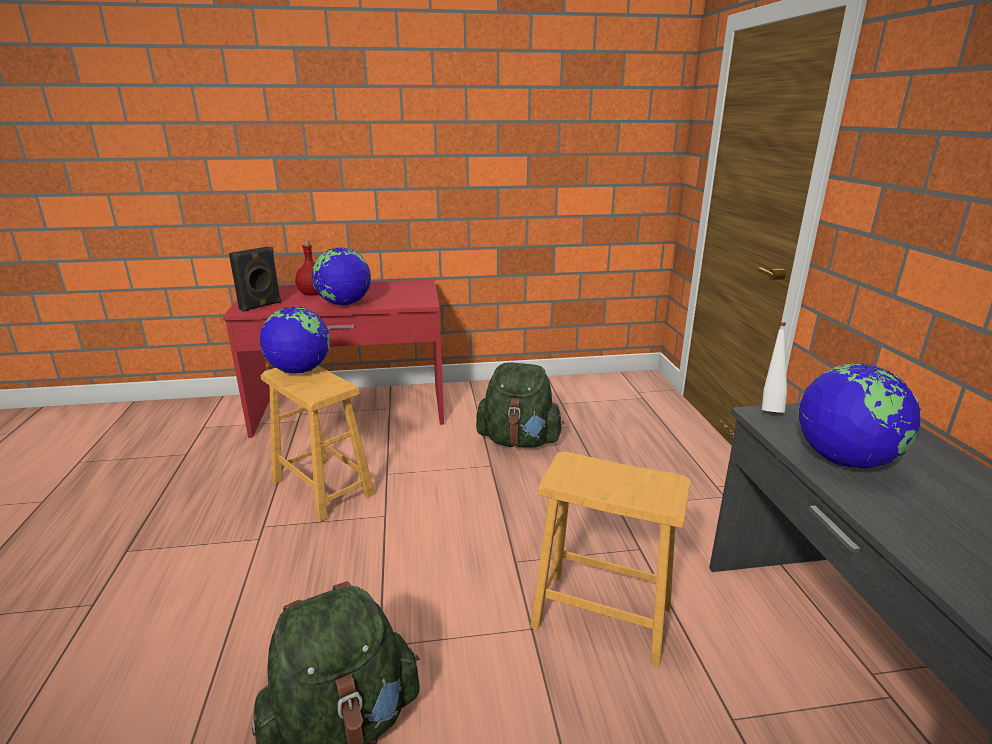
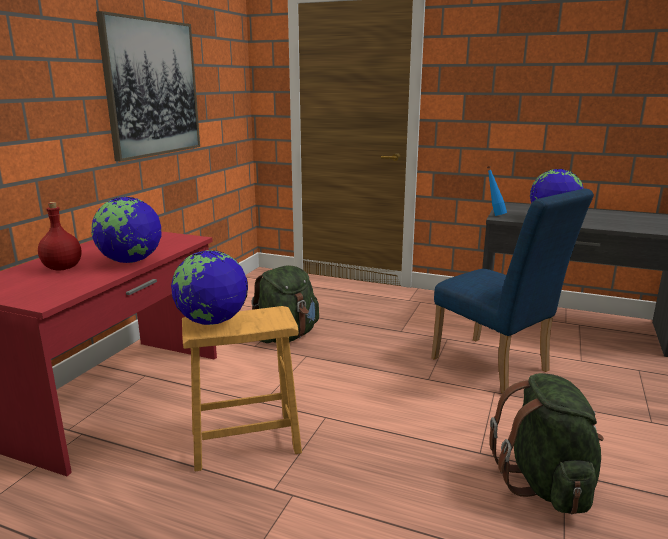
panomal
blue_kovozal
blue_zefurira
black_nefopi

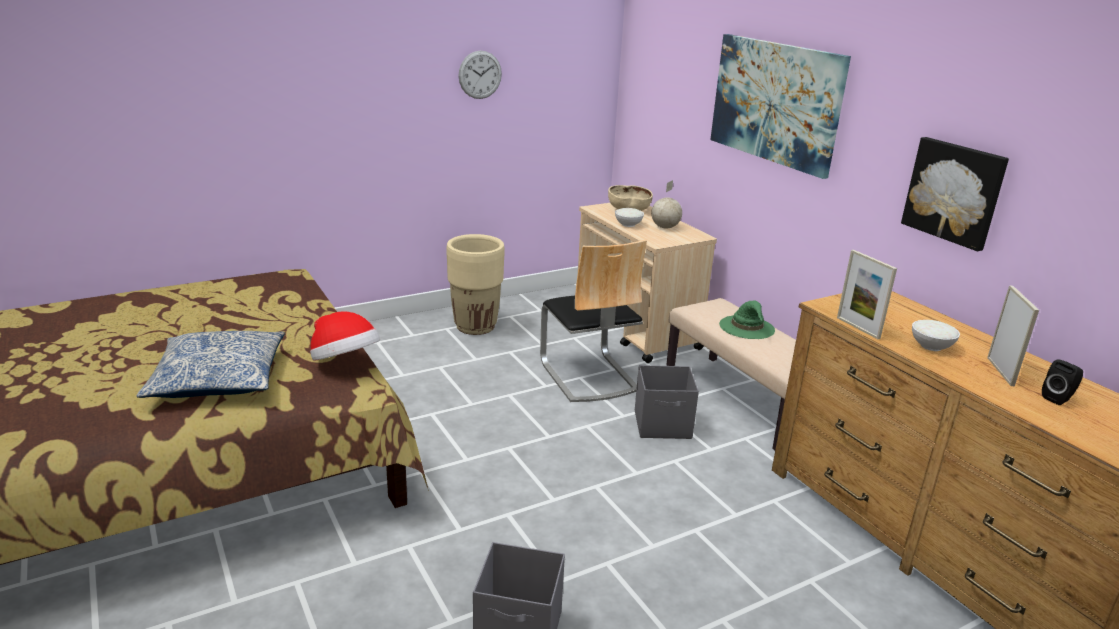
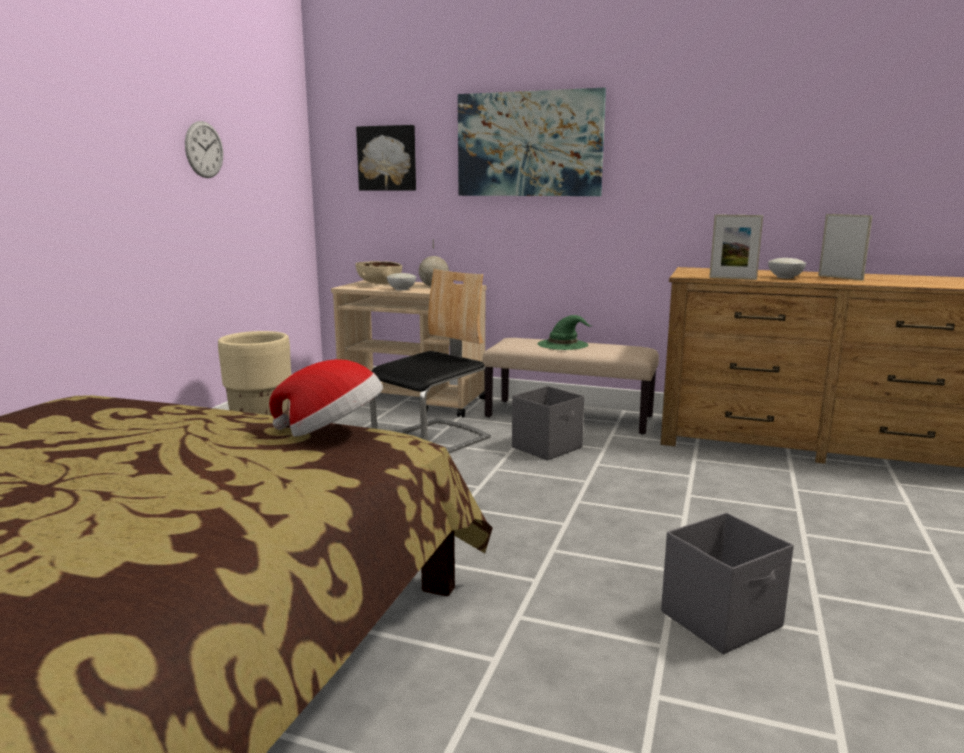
panomal (no. 1 from left)
kovozal
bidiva
black_nefopi

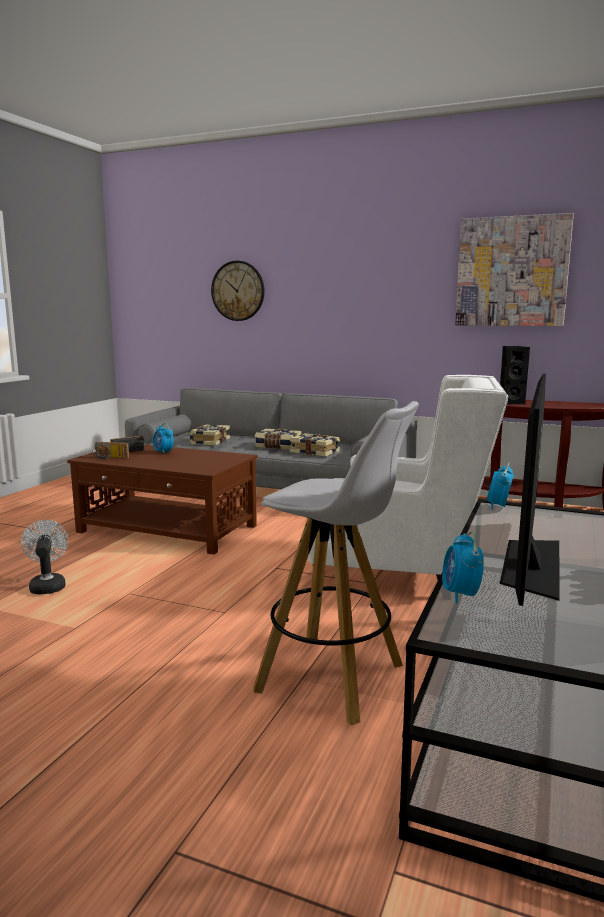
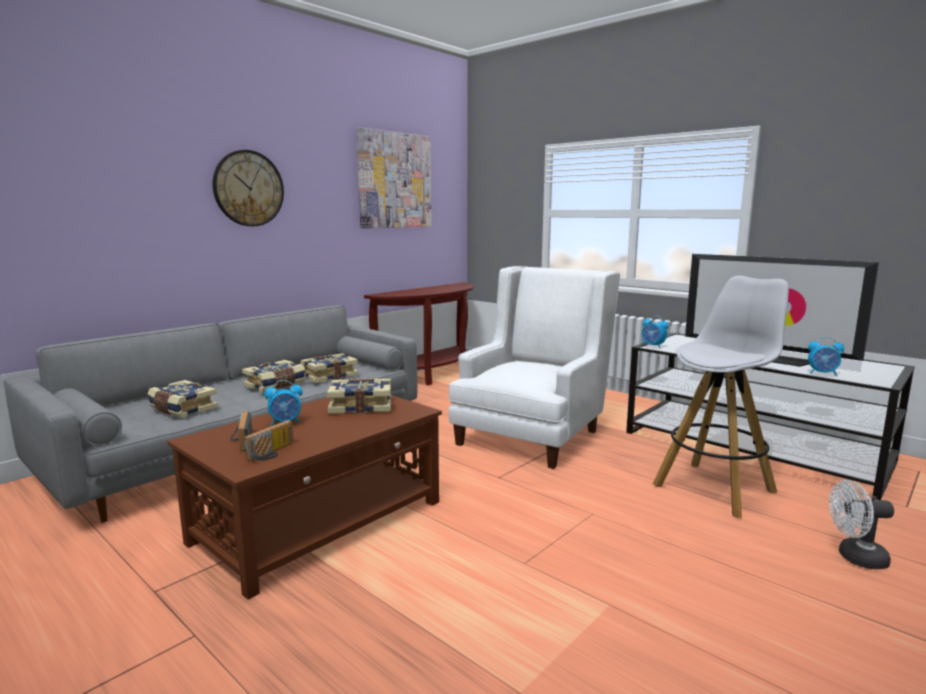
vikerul
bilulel (no. 4 from left)
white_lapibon
black_nefopi

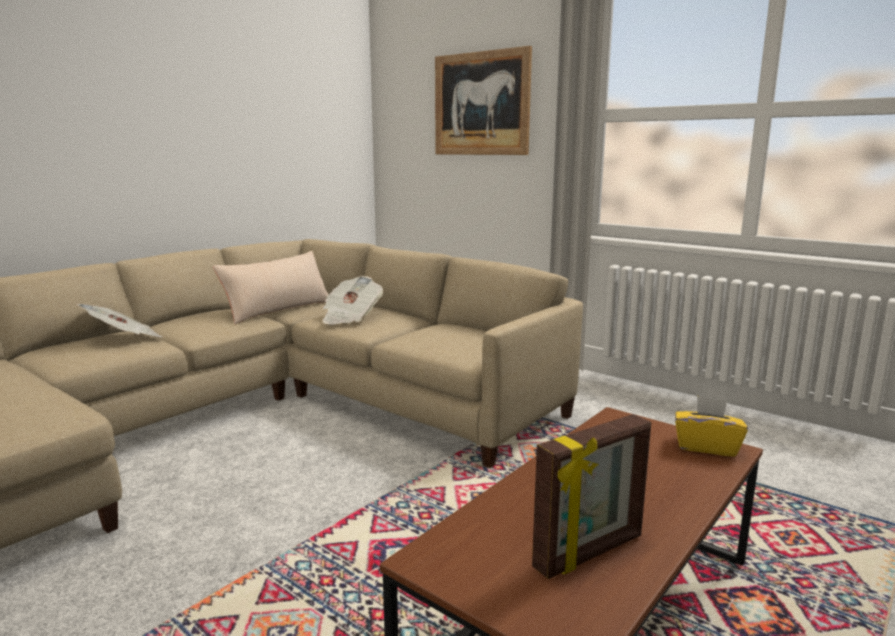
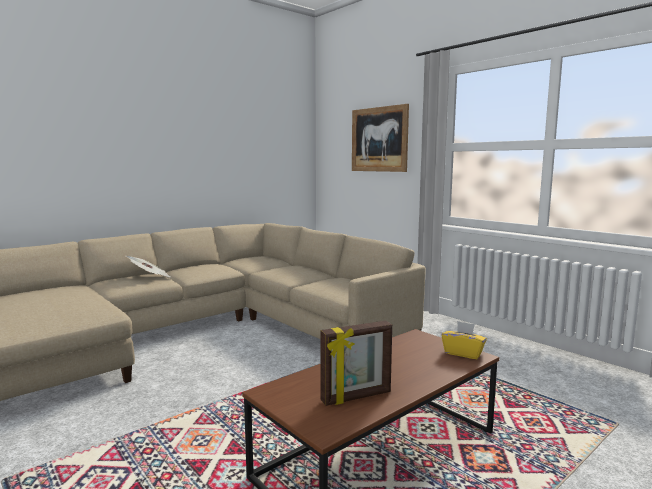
beige_bidiva
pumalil (no. 2 from left in the first image)

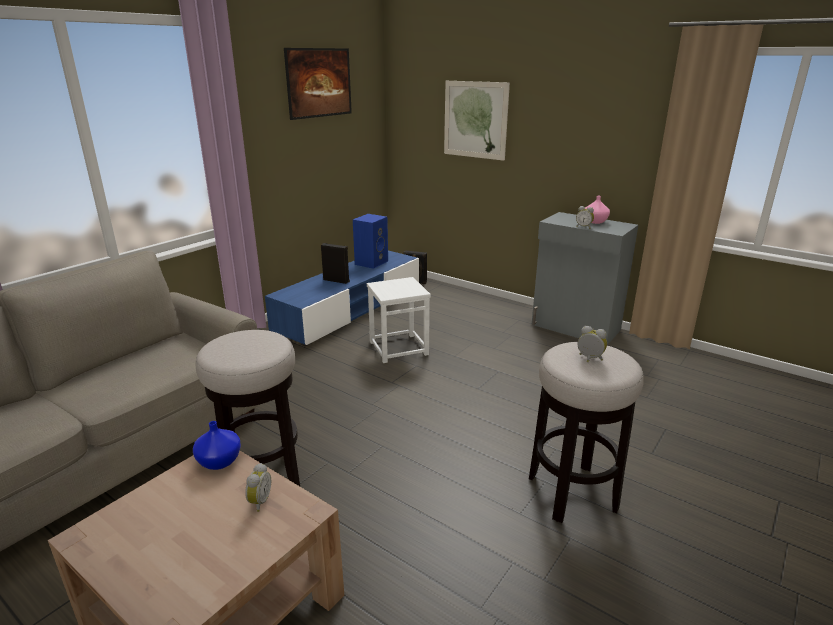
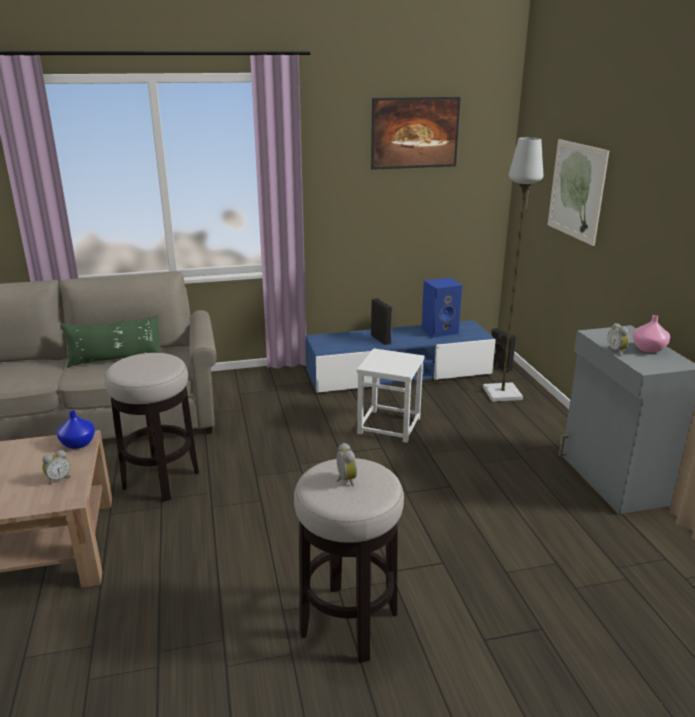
green_bidiva
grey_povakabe

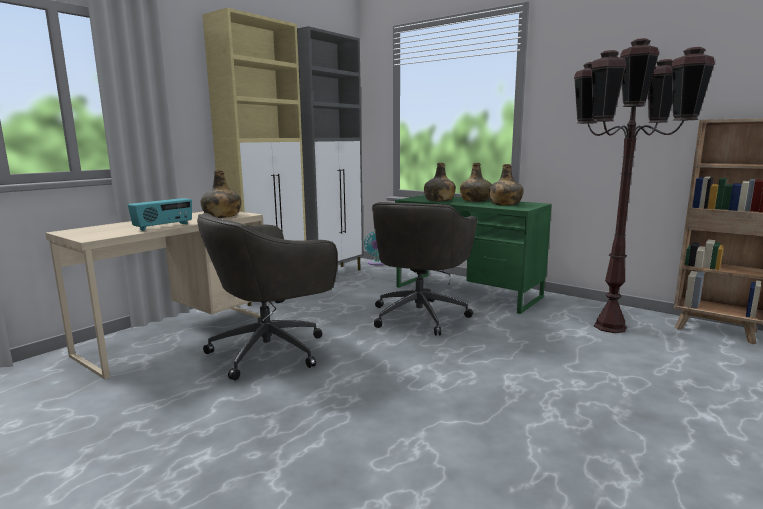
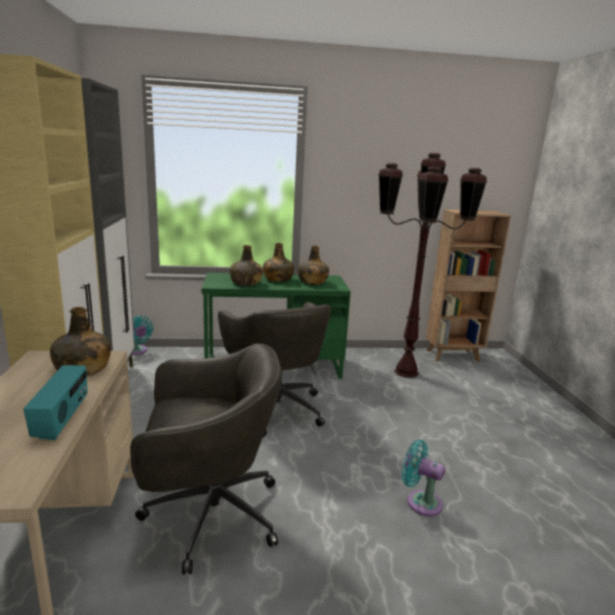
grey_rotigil (no. 1 from left)
turquoise_lapibon (no. 2 from left)

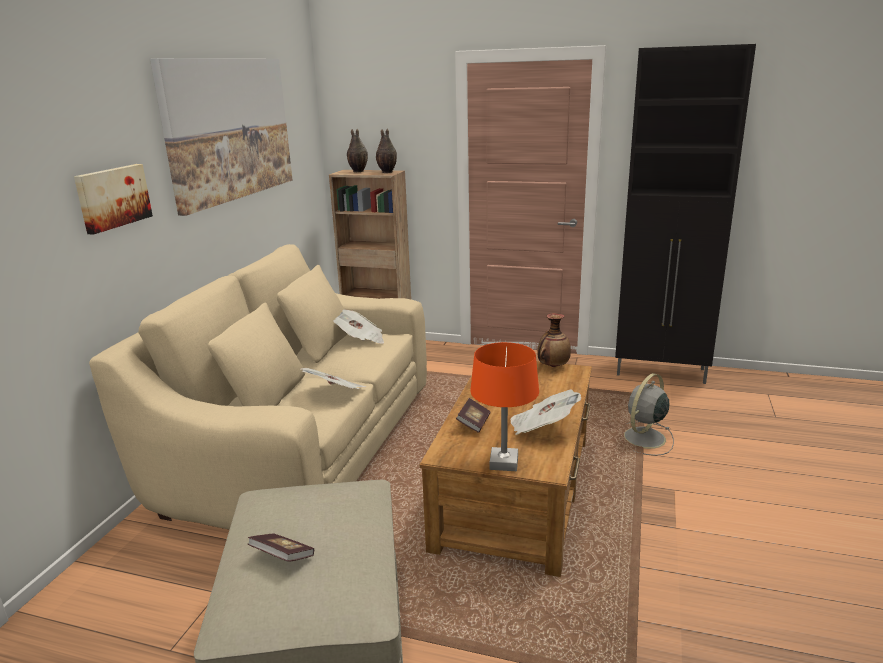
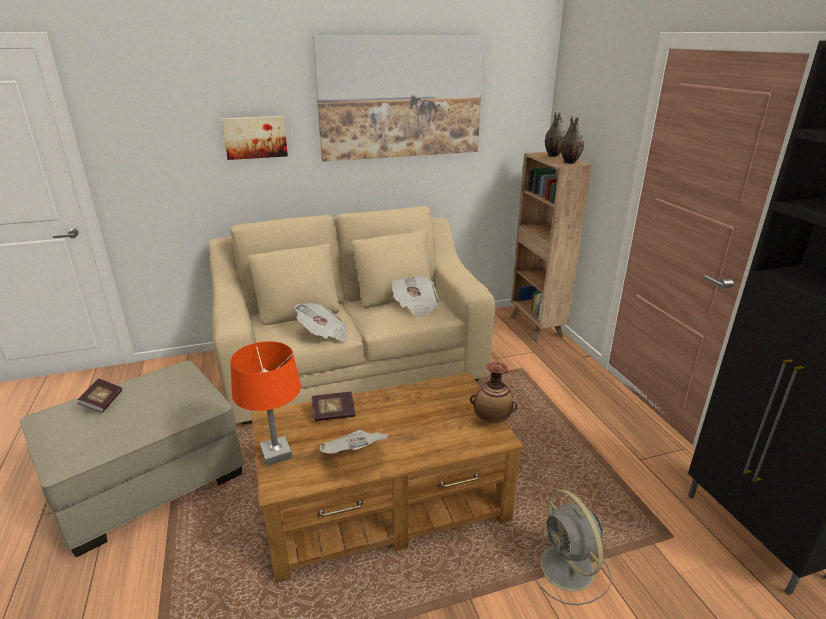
grey_lapibon

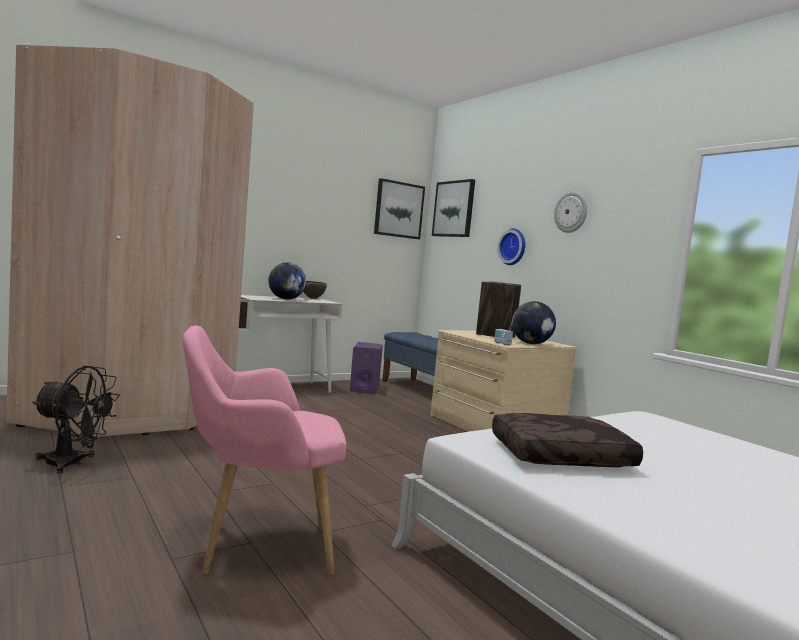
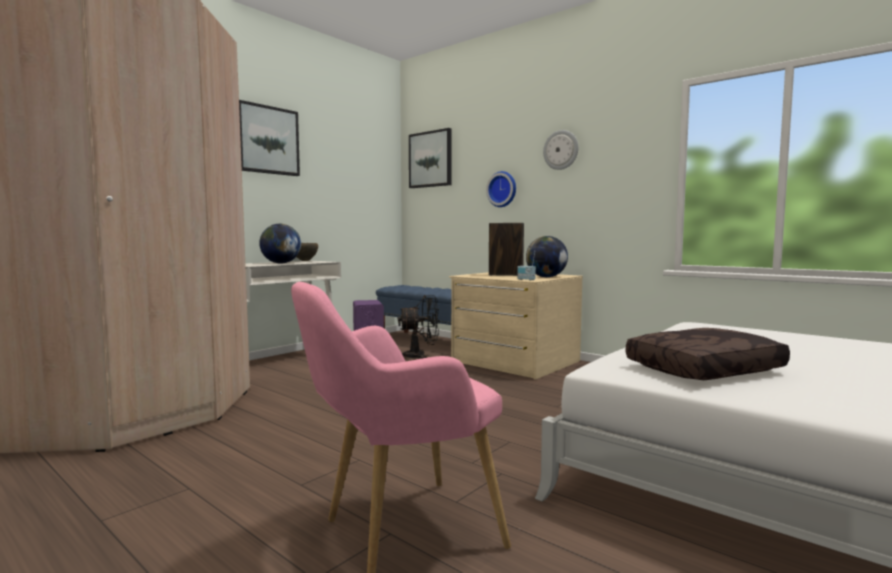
panomal (no. 1 from left)
black_lapibon

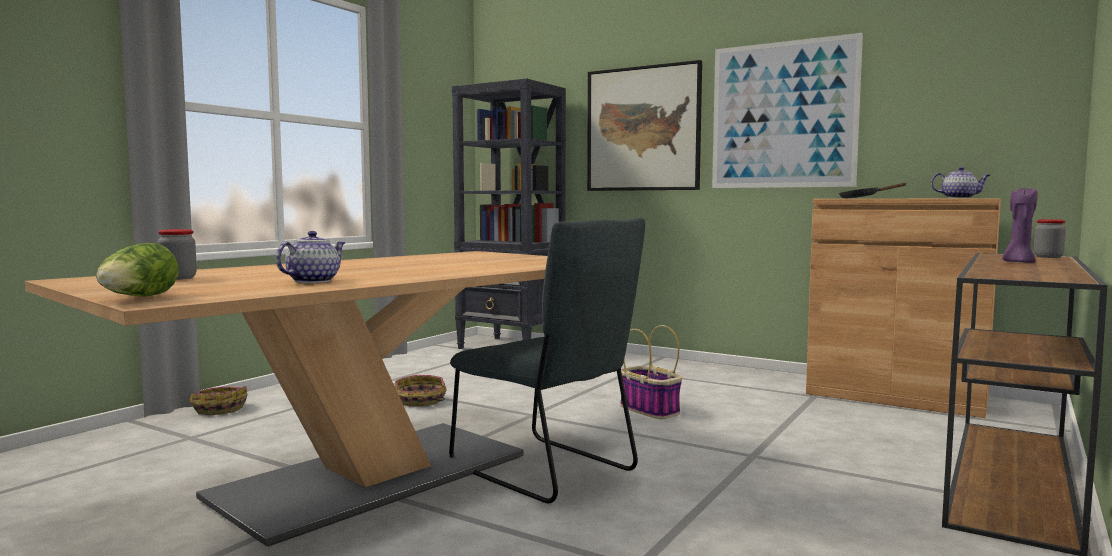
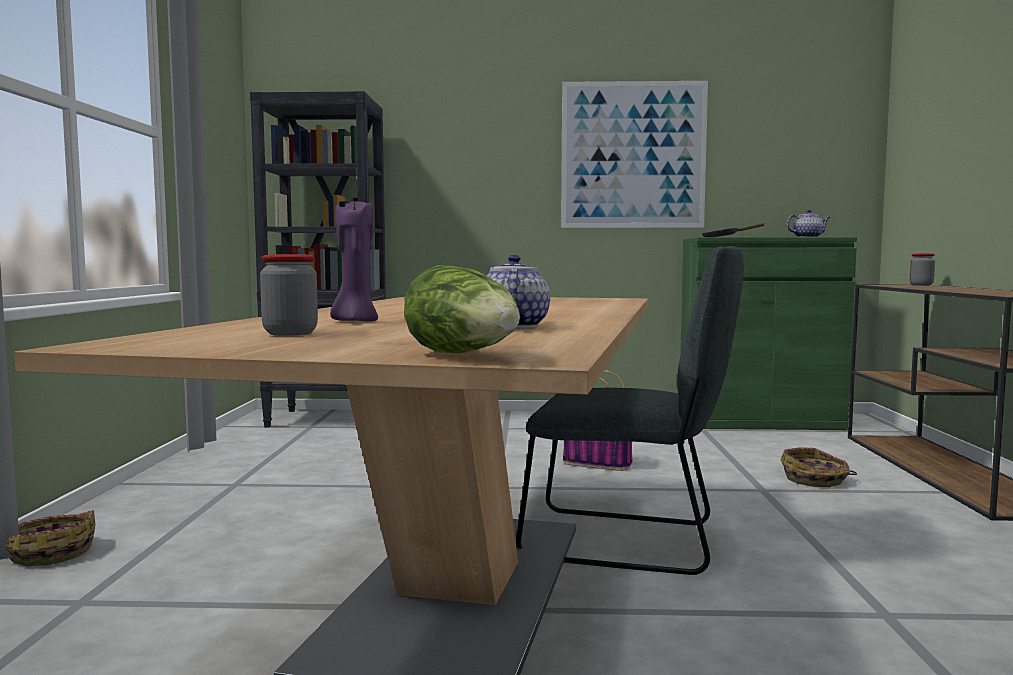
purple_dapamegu
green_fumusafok
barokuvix (no. 3 from left)
panomal (no. 1 from left in the first image)

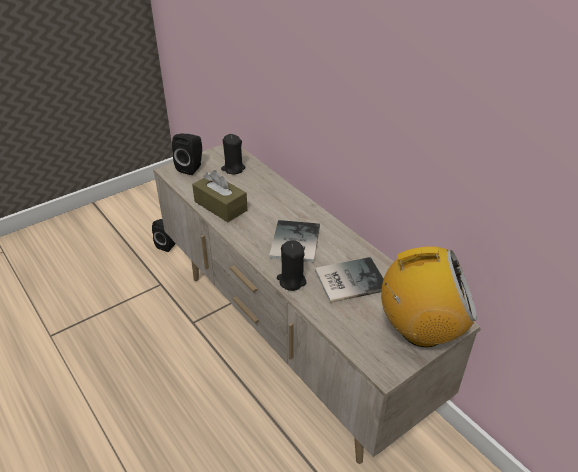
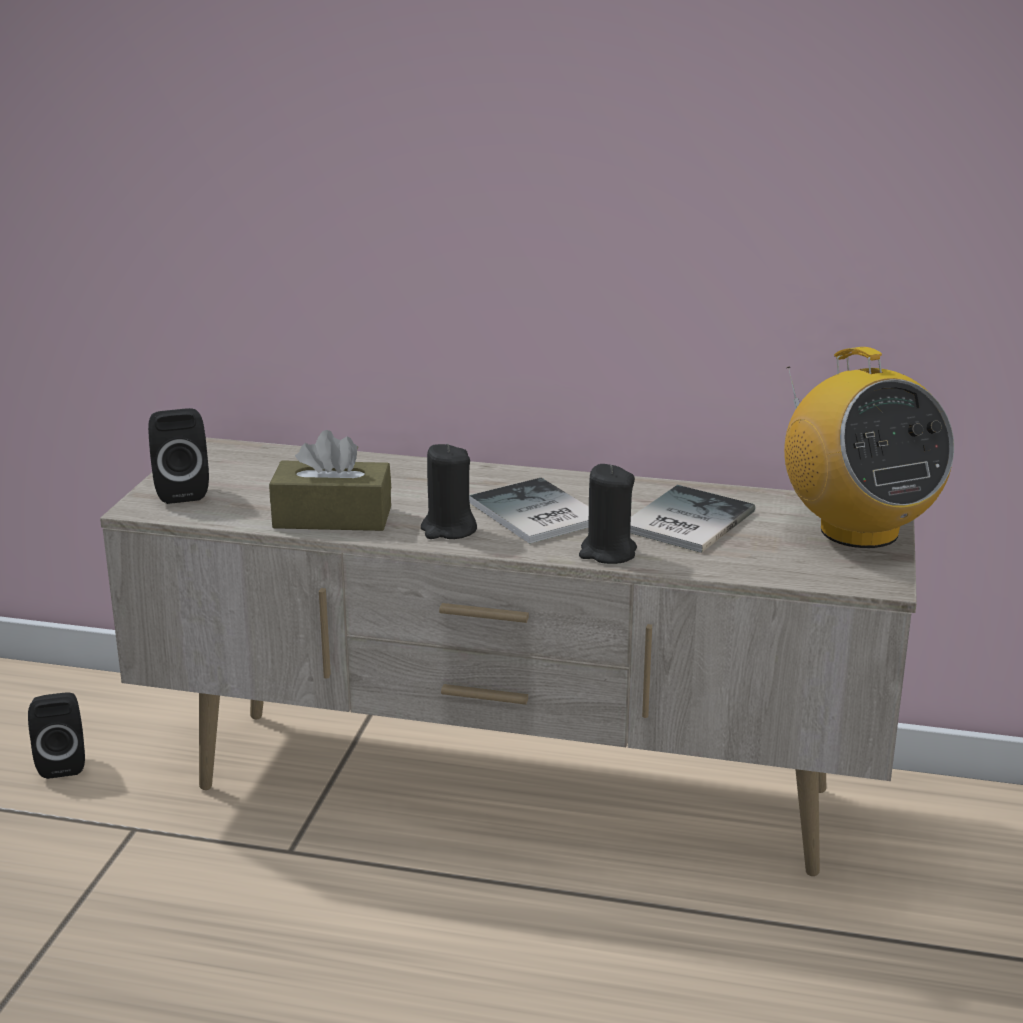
black_dapamegu (no. 1 from left)
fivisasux

